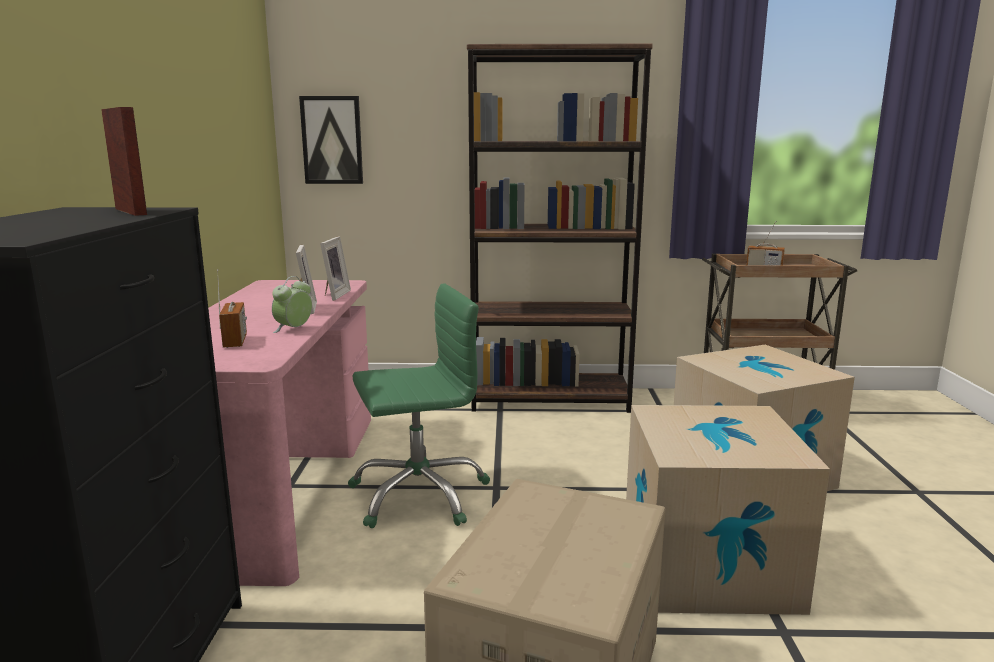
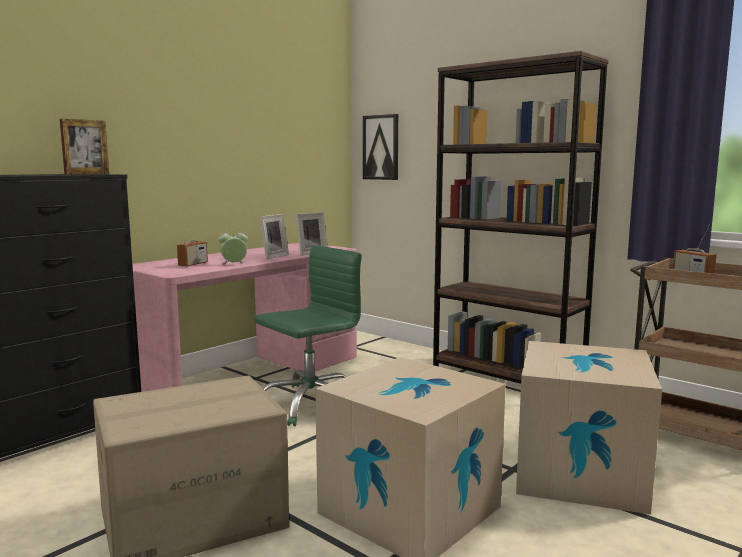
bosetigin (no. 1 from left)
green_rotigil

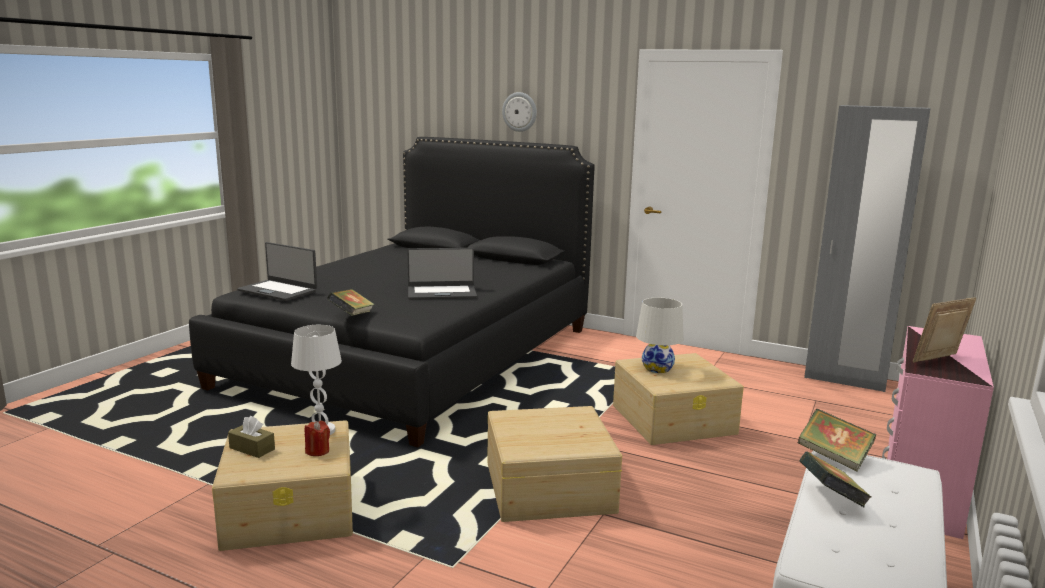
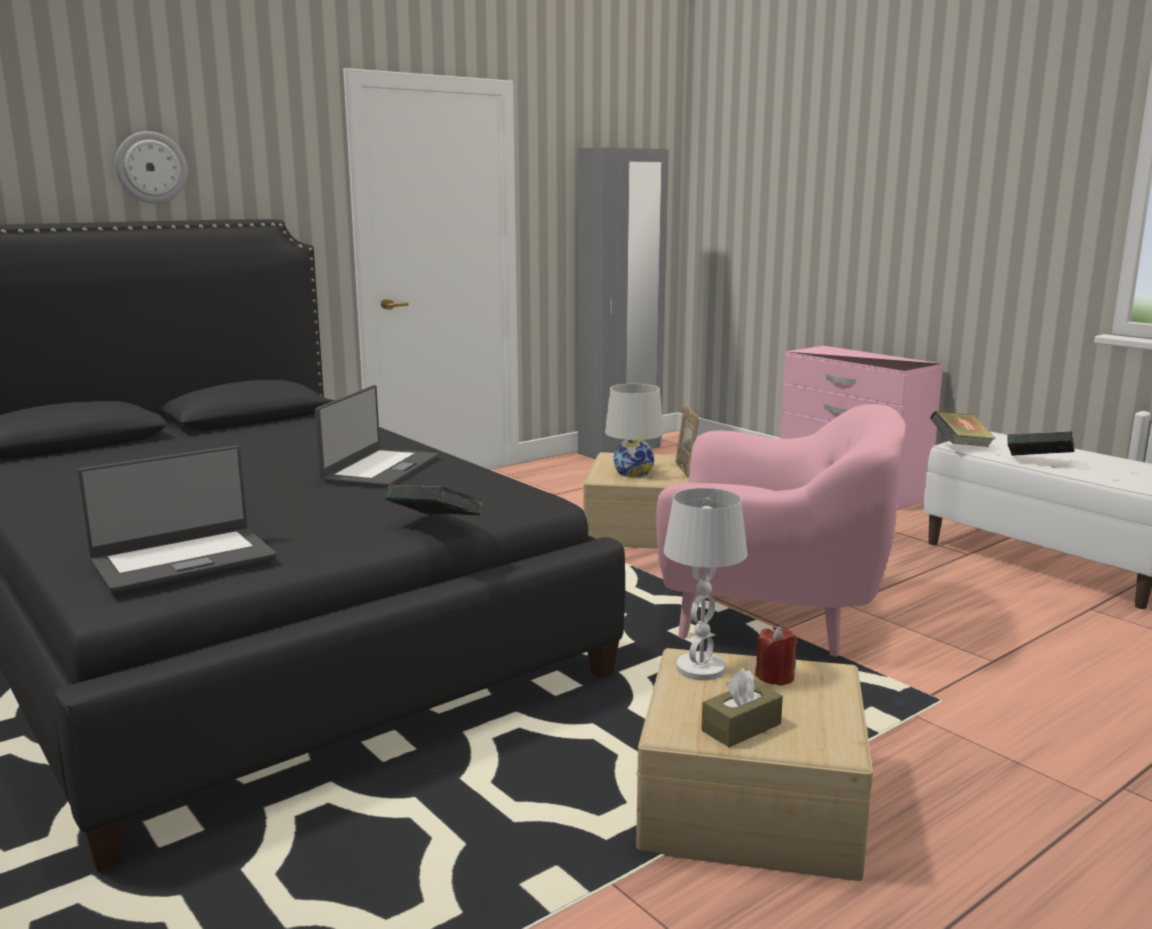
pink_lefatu
bosetigin

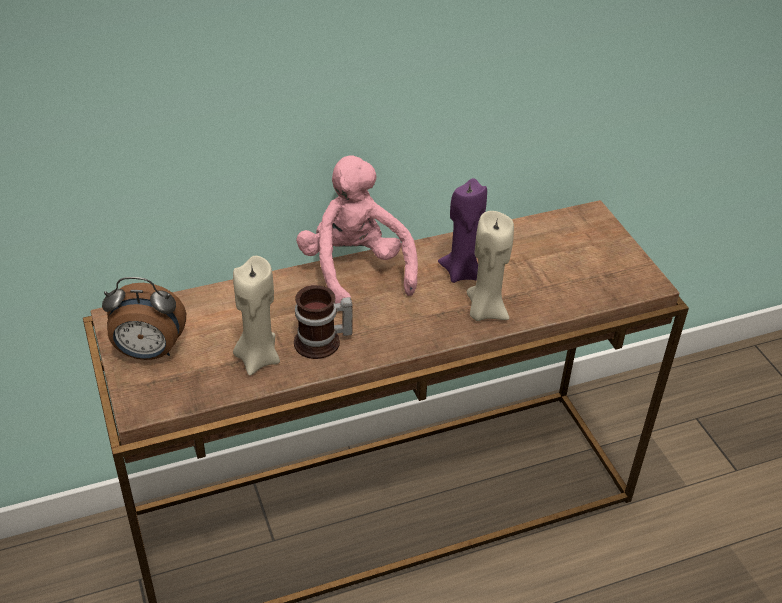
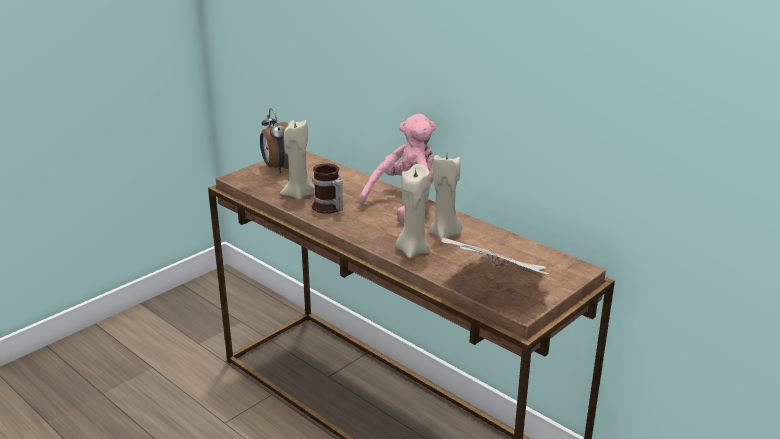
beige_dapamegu (no. 3 from left)
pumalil

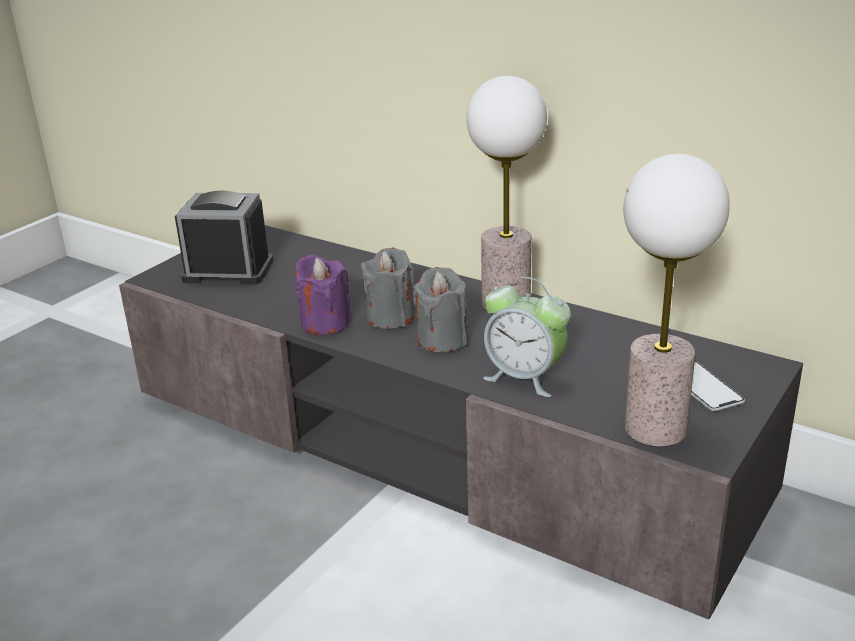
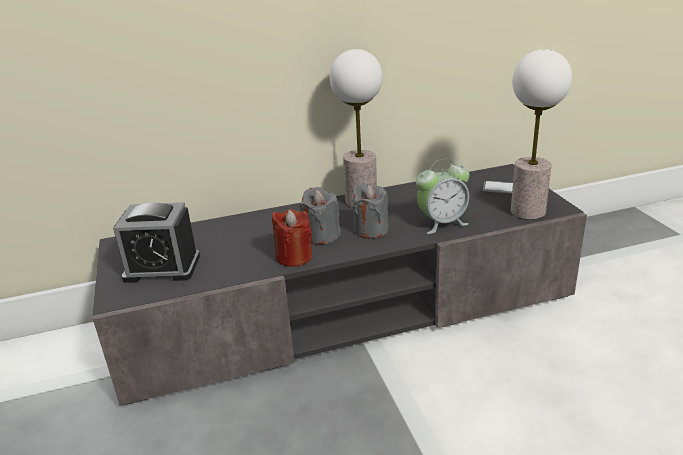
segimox (no. 1 from left)
red_dapamegu

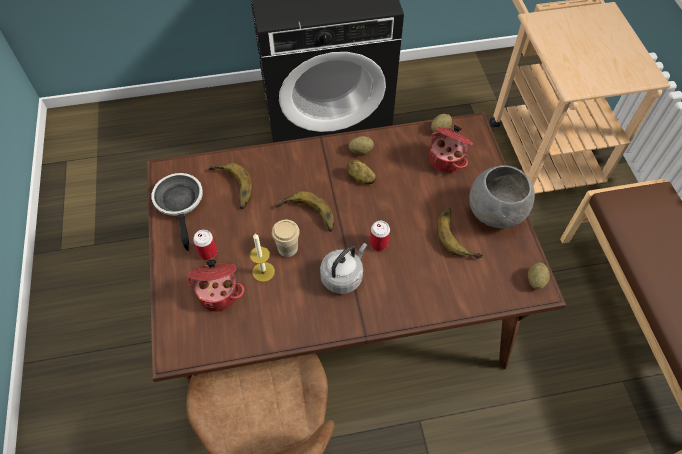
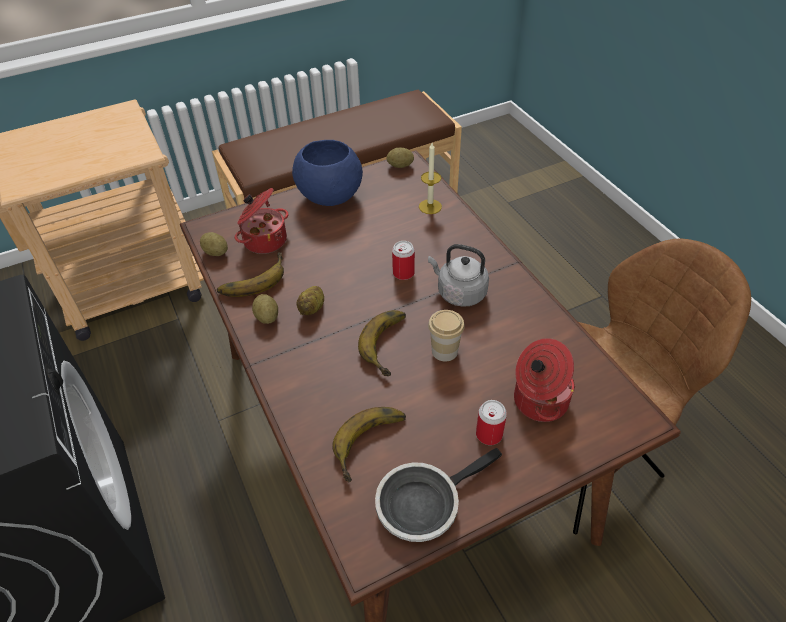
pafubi (no. 1 from left)
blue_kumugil
dapamegu

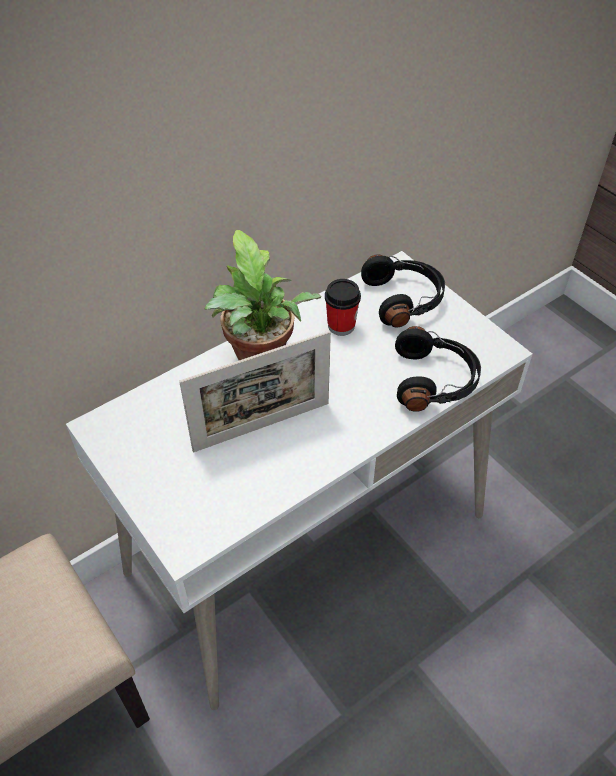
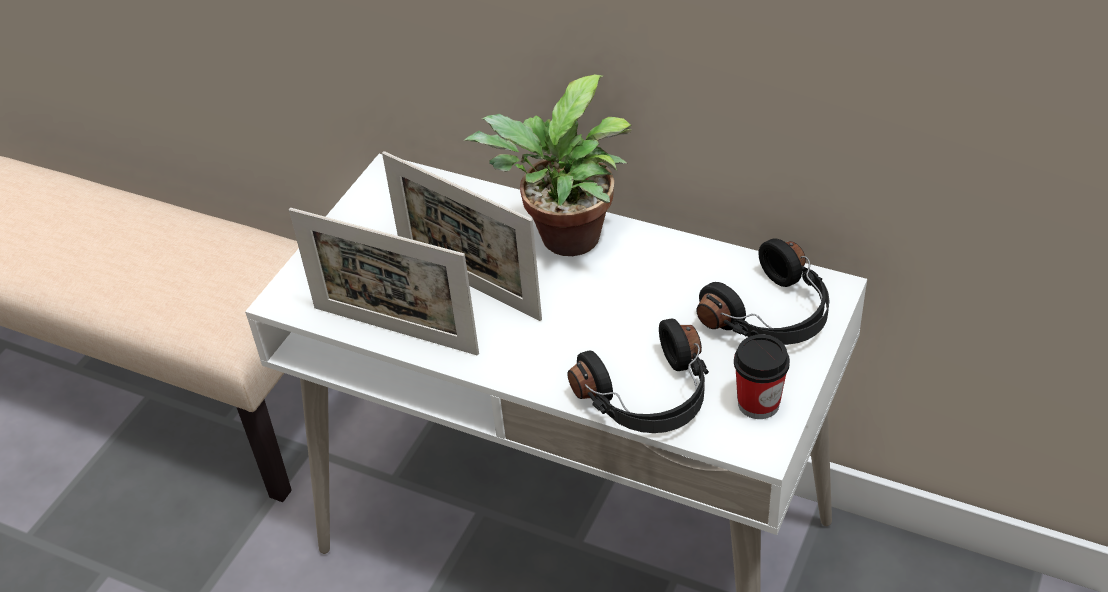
bosetigin (no. 1 from left)
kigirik

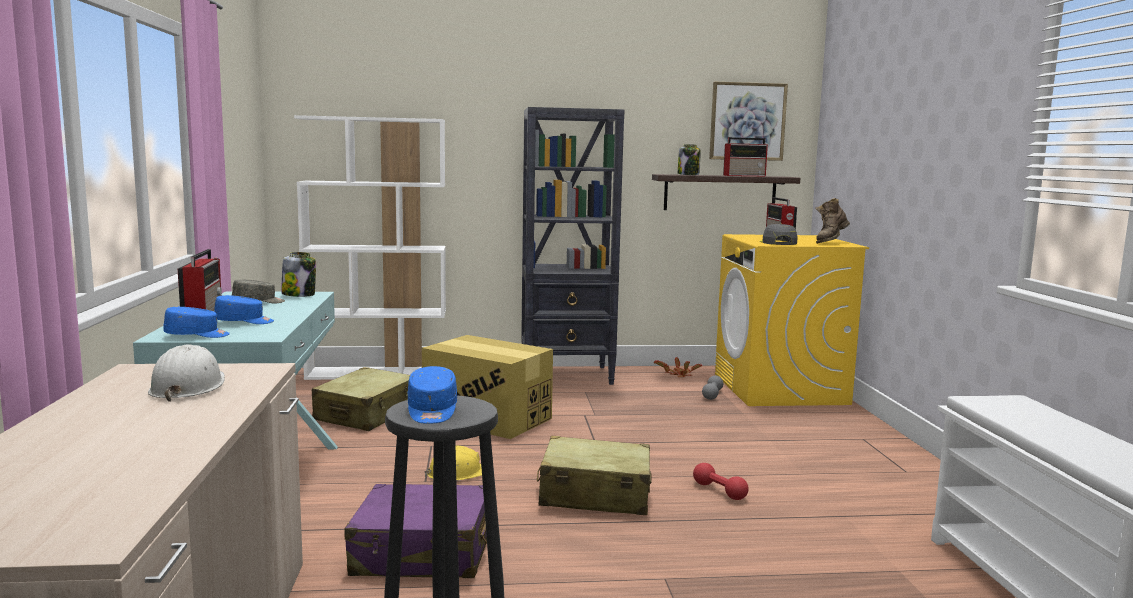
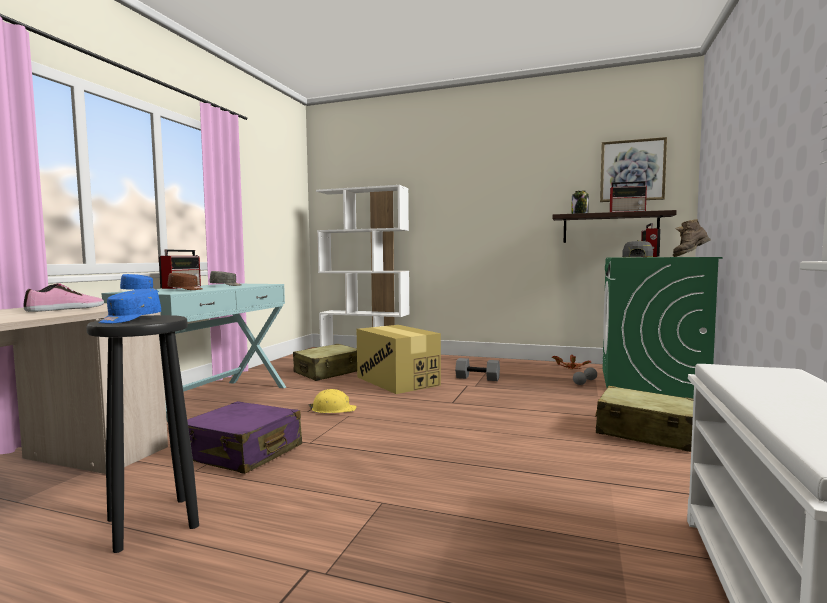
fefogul
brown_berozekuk
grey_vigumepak (no. 1 from left)
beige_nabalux (no. 2 from left)
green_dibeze
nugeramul (no. 1 from left in the first image)
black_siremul
red_vigumepak

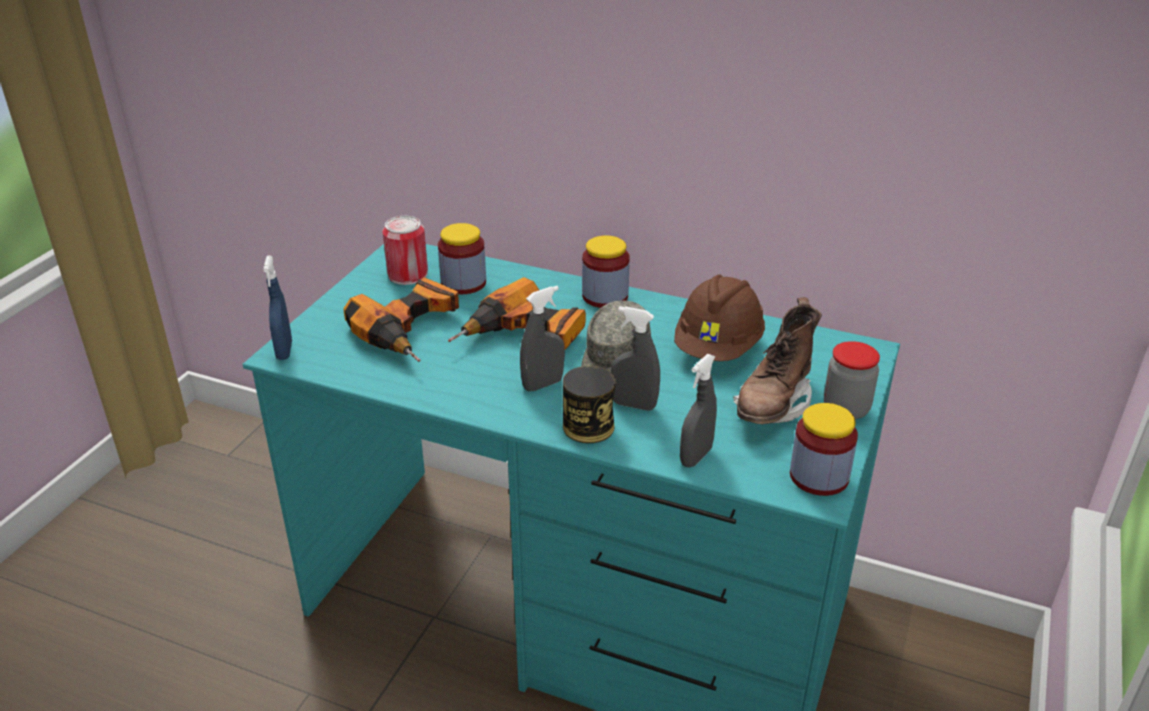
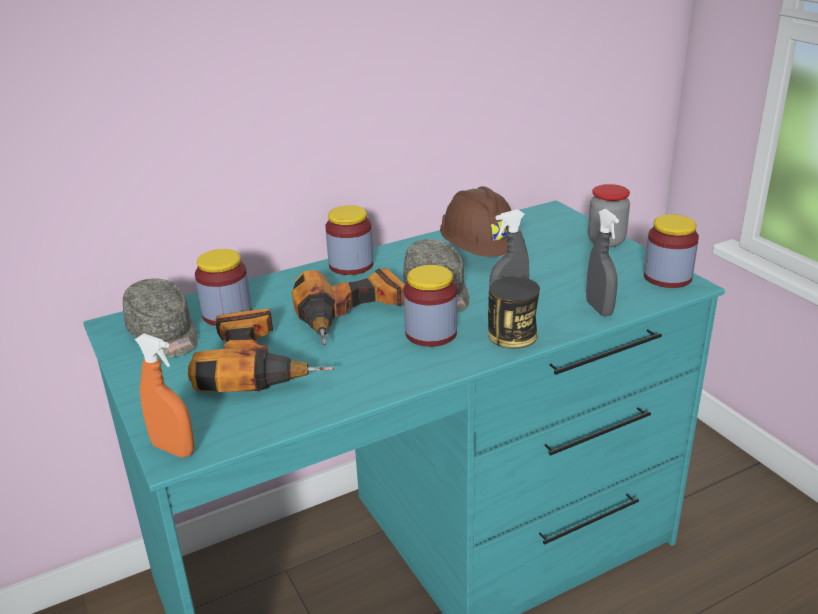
grey_berozekuk (no. 1 from left)
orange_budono
nugeramul (no. 3 from left)
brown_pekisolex

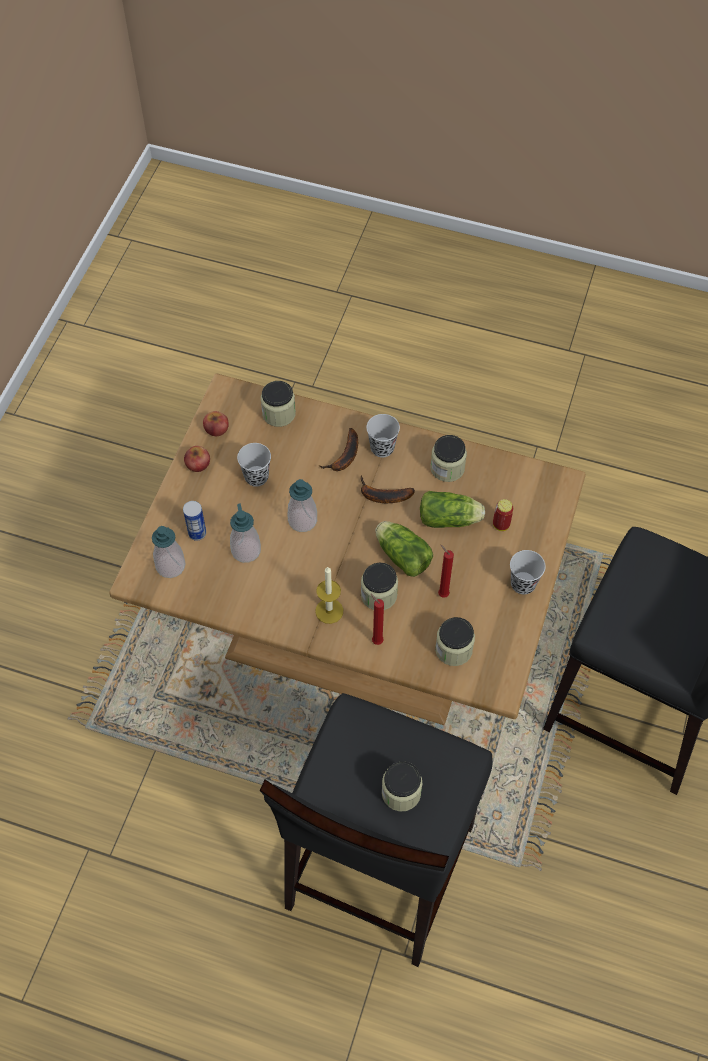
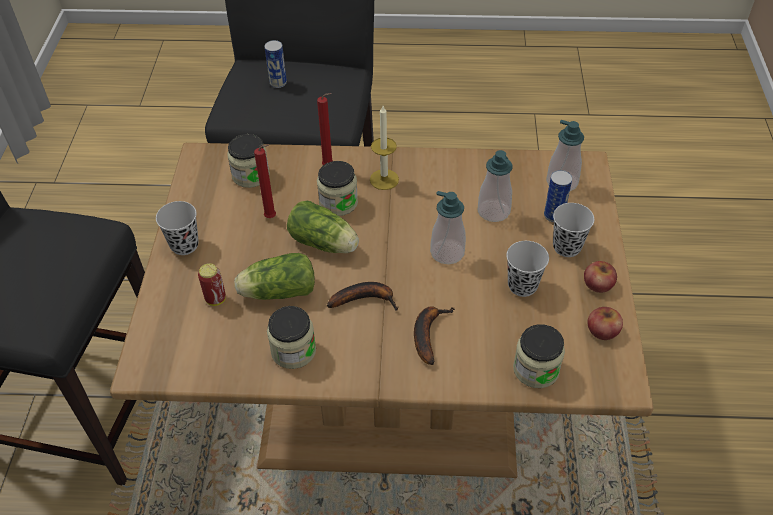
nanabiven (no. 2 from left)
black_kigirik (no. 3 from left)

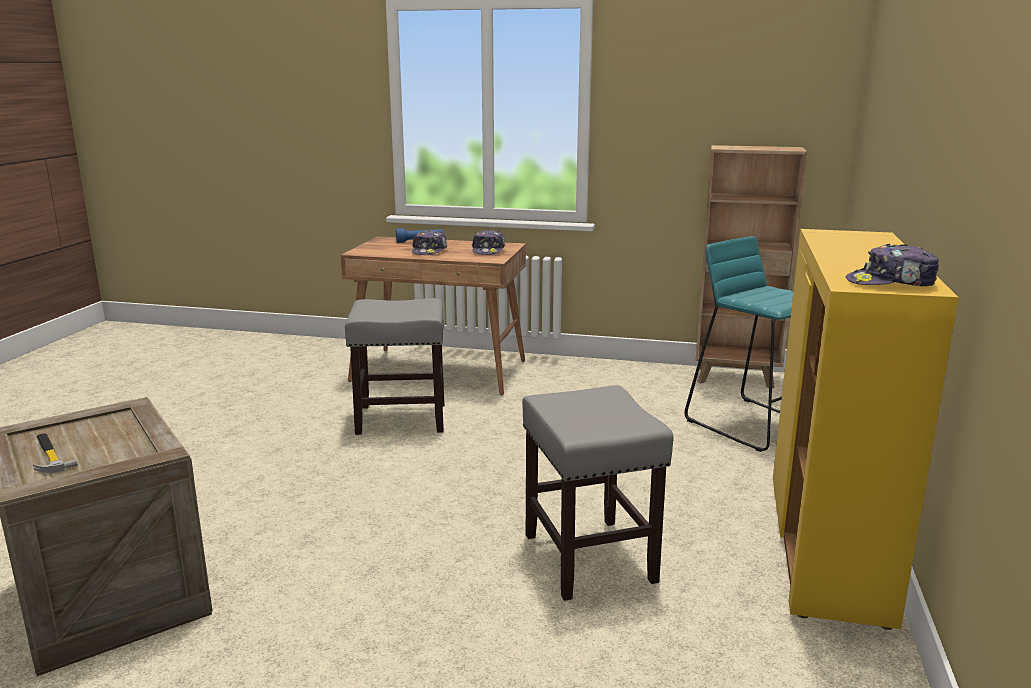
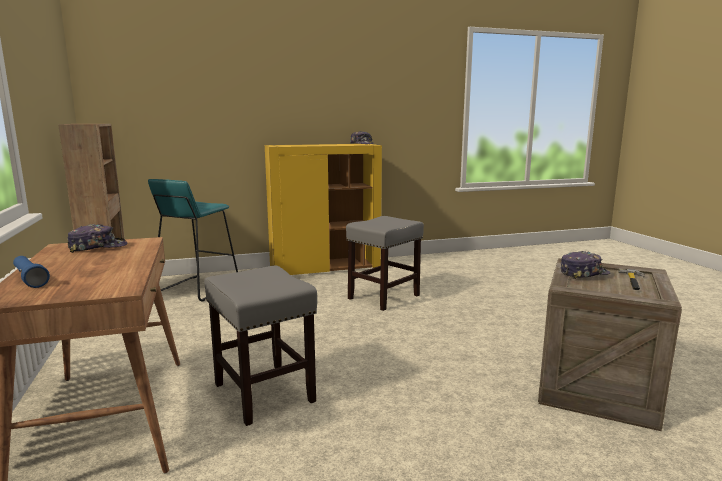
berozekuk (no. 3 from left)

